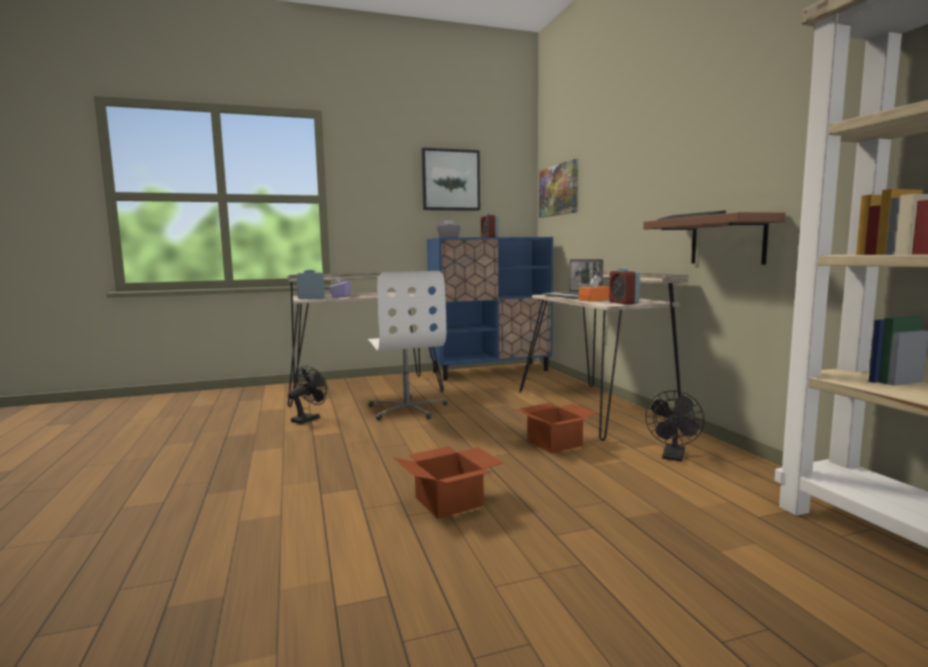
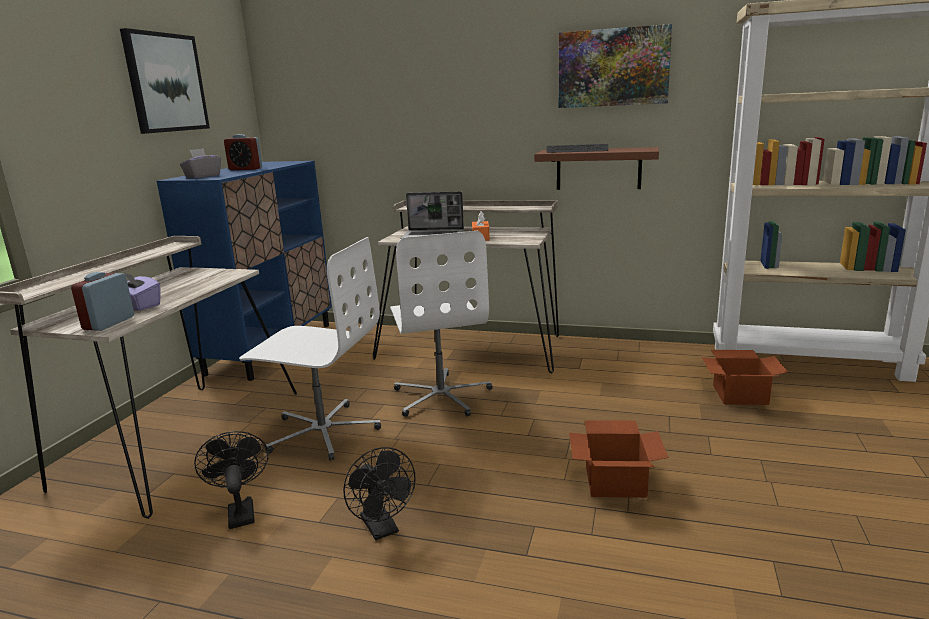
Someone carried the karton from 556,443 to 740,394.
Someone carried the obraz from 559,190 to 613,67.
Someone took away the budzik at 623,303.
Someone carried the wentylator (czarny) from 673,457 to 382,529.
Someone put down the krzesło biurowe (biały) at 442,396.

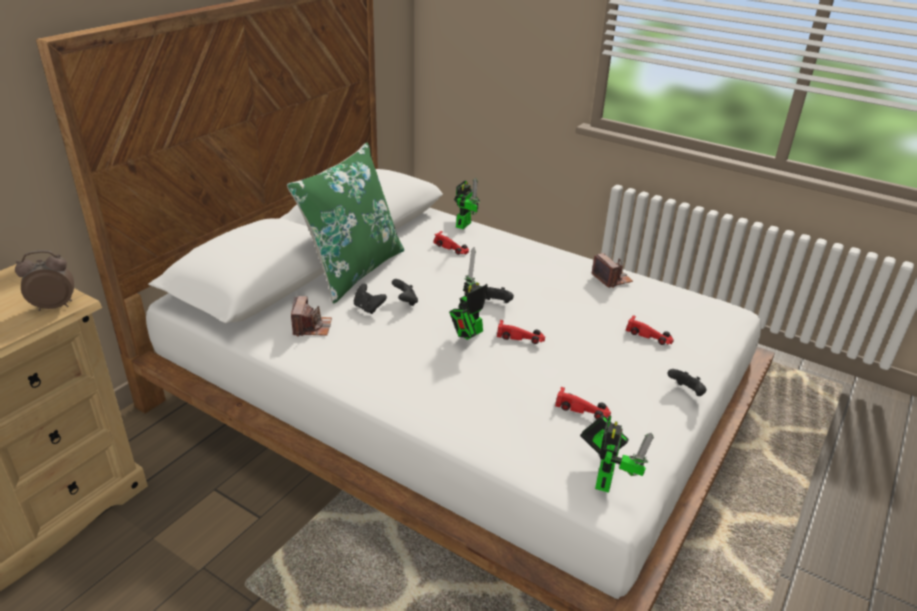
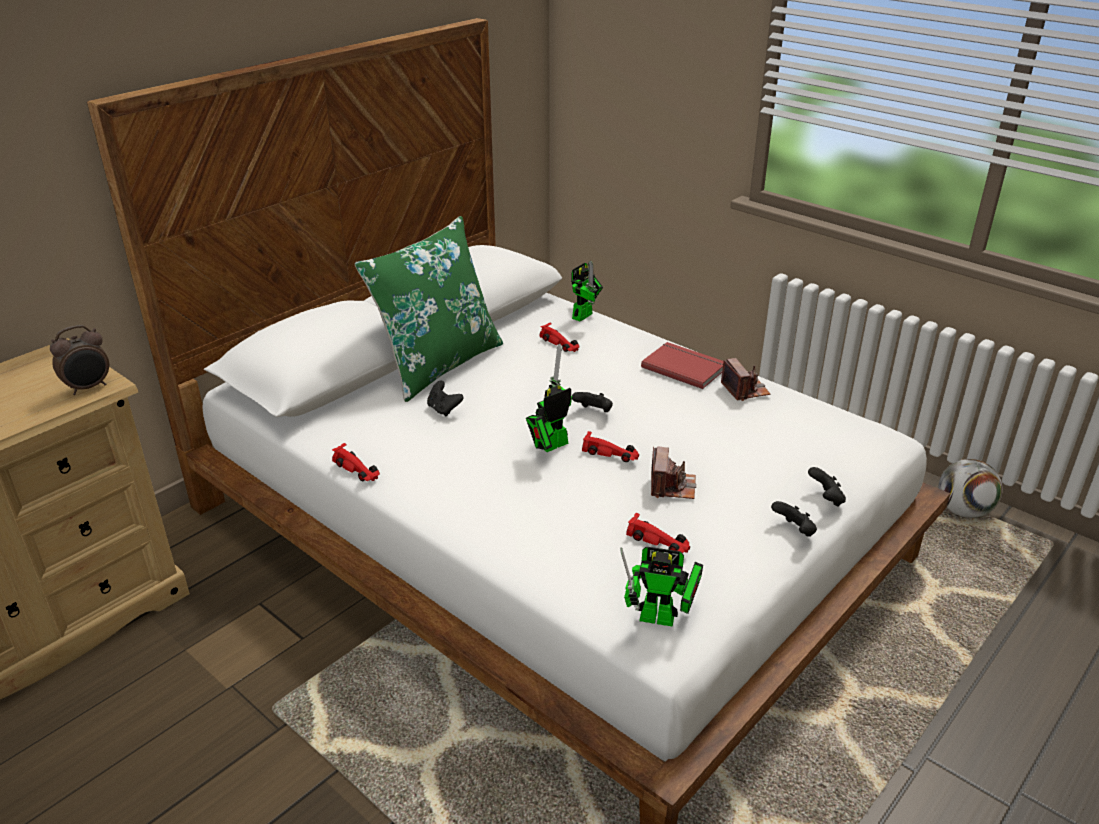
Someone rotated the budzik at 54,306 by 150 degrees clockwise.
Someone carried the aparat fotograficzny from 311,327 to 672,486.
Someone carried the pad do gier (czarny) from 405,301 to 826,499.
Someone rotated the robot zabawkowy at 605,477 by 75 degrees clockwise.
Someone carried the samochodzik (czerwony) from 649,336 to 357,469.
Someone put down the książka (czerwony) at 684,367.
Someone put down the piłka futbolowa at 963,511.

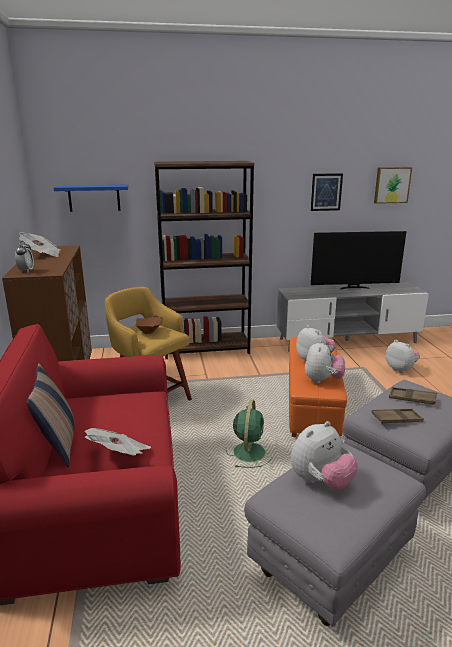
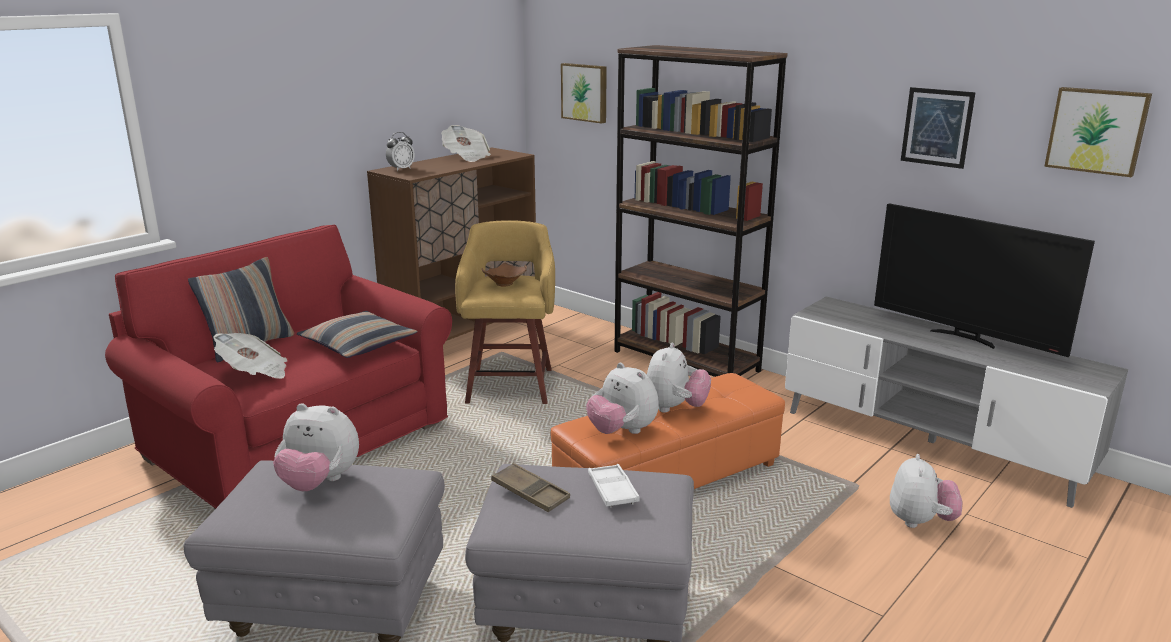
Someone swapped the półka (niebieski) at 94,198 for the obraz at 585,92.
Someone took away the wentylator (zielony) at 249,451.
Someone rotated the pluszak at 323,380 by 75 degrees clockwise.
Someone repainted the taca (brązowy) at 412,398, which became the taca (biały) at 612,490.
Someone put down the poduszka at 358,345.

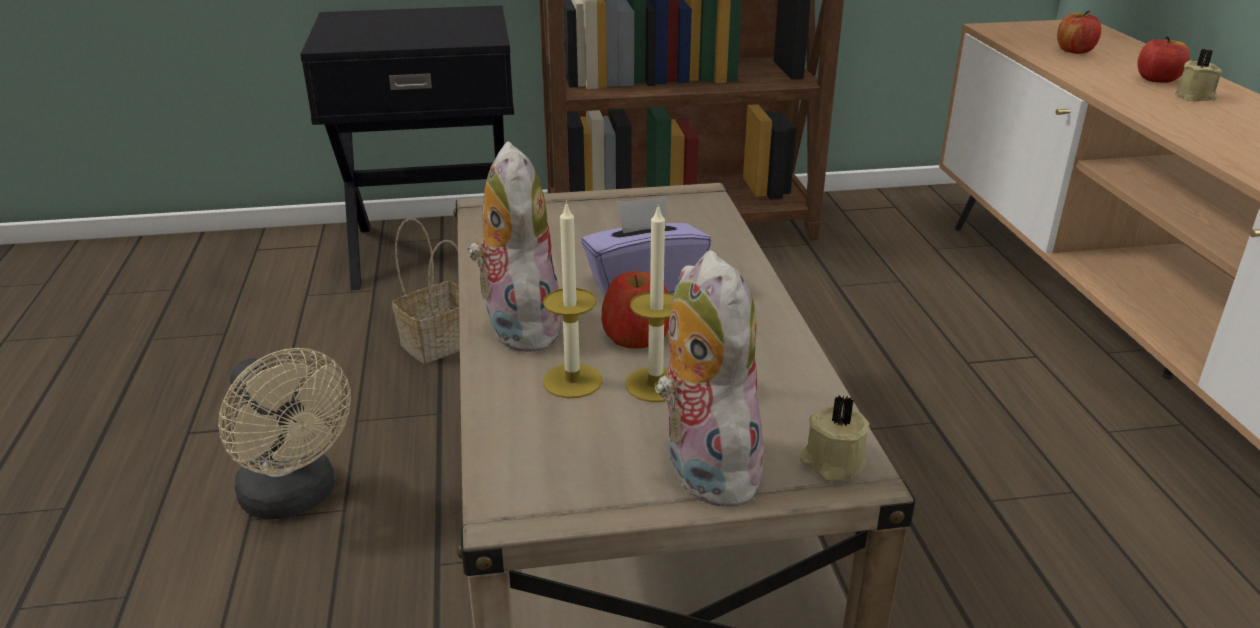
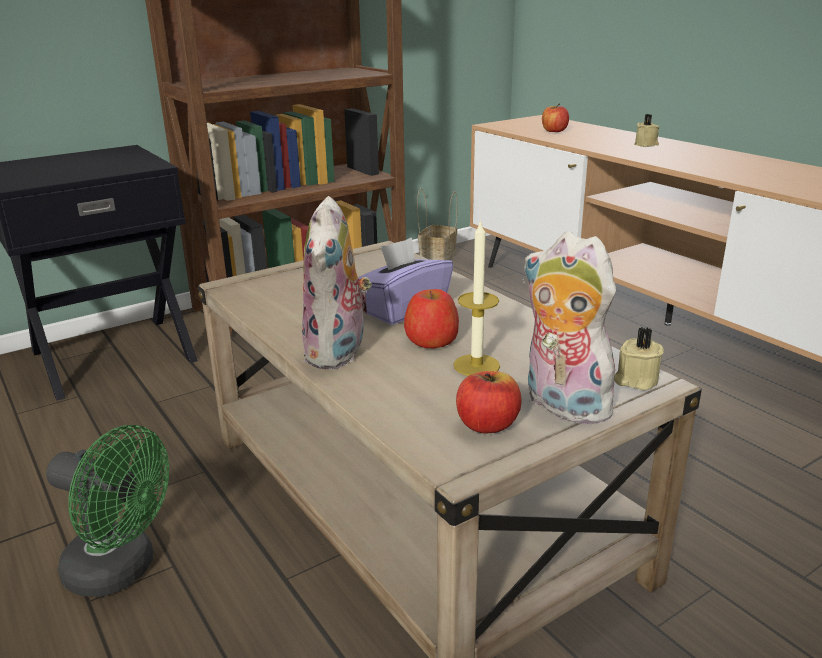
Someone repainted the wentylator (beżowy) at 296,498, which became the wentylator (zielony) at 121,570.
Someone carried the koszyk from 440,341 to 437,256.
Someone rotated the pluszak at 518,326 by 135 degrees counterclockwise.
Someone took away the świeca at 572,381.
Someone carried the jabłko from 1157,80 to 487,425.

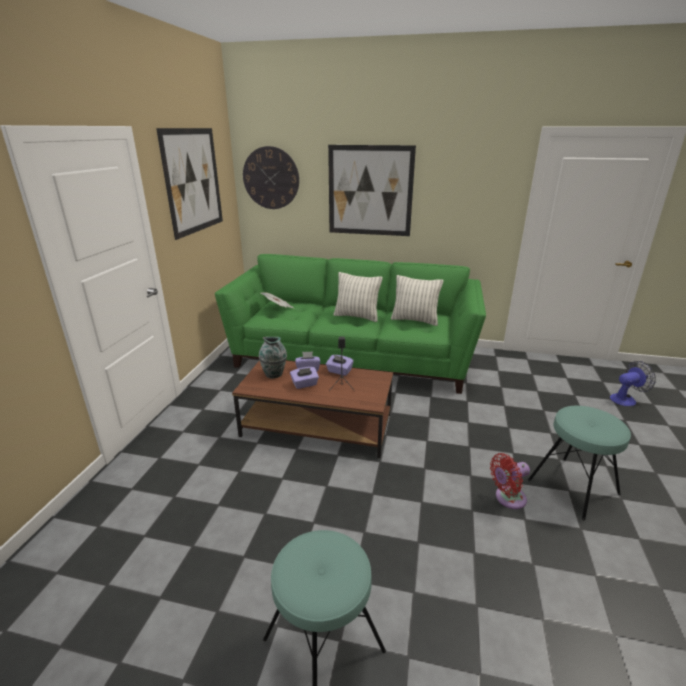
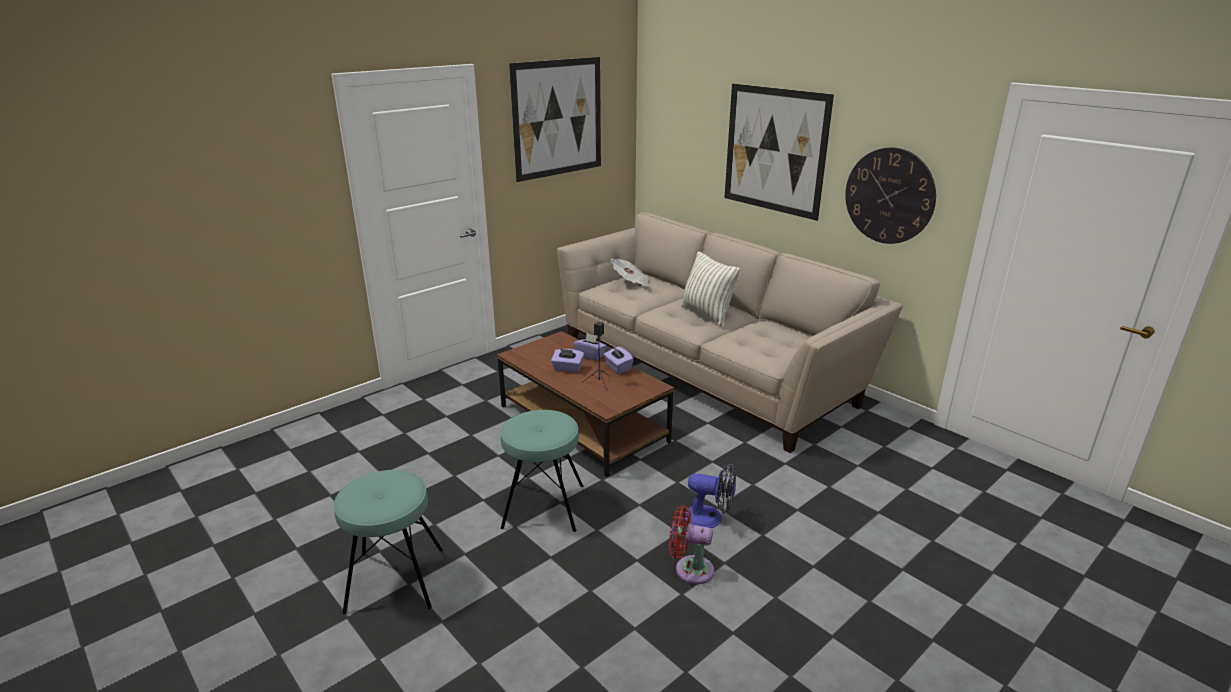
Someone repainted the kanapa (zielony) at 352,356, which became the kanapa (beżowy) at 707,368.
Someone carried the zegar ścienny from 271,178 to 889,196.
Someone took away the wazon at 274,374.
Someone took away the poduszka at 415,320.
Someone carried the stołek (turkusowy) from 573,487 to 543,506.
Someone carried the wentylator from 626,399 to 710,518.

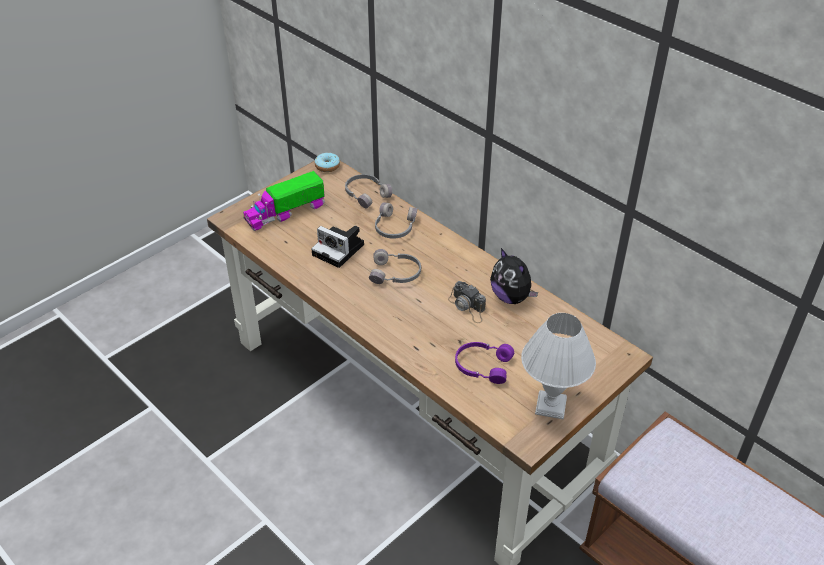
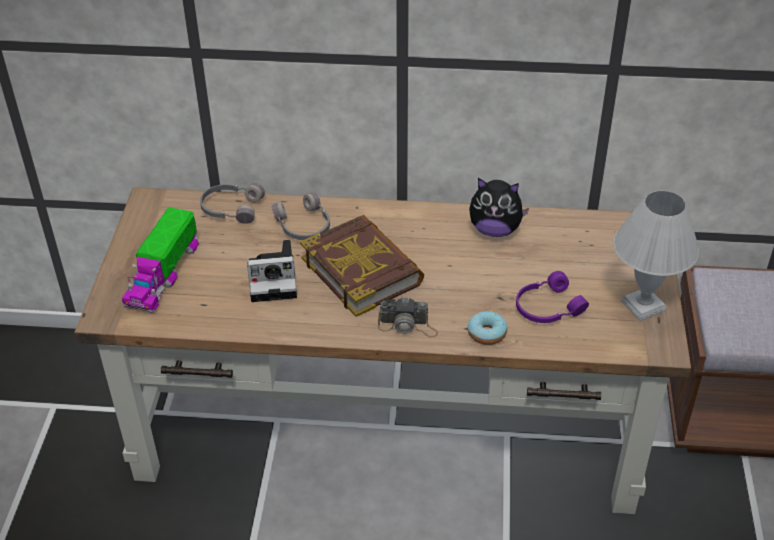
Someone carried the donut from 327,166 to 486,333.
Someone swapped the słuchawki (szary) at 396,274 for the książka at 362,270.
Someone carried the aparat fotograficzny from 467,307 to 408,326.

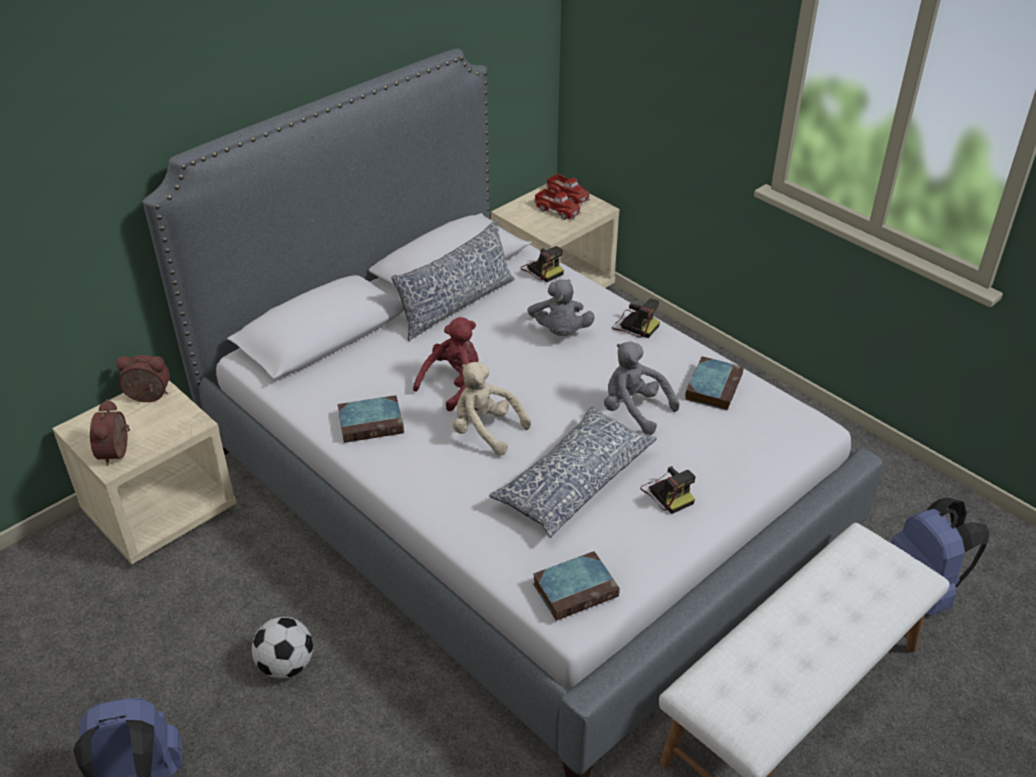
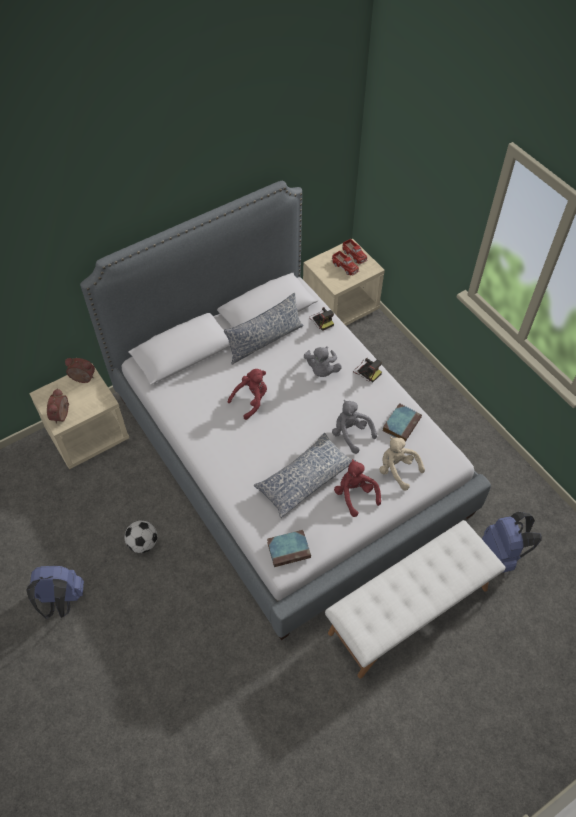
Someone took away the książka at 372,423.
Someone carried the pluszak (beżowy) from 485,430 to 397,470.
Someone swapped the aparat fotograficzny at 667,493 for the pluszak (czerwony) at 355,494.

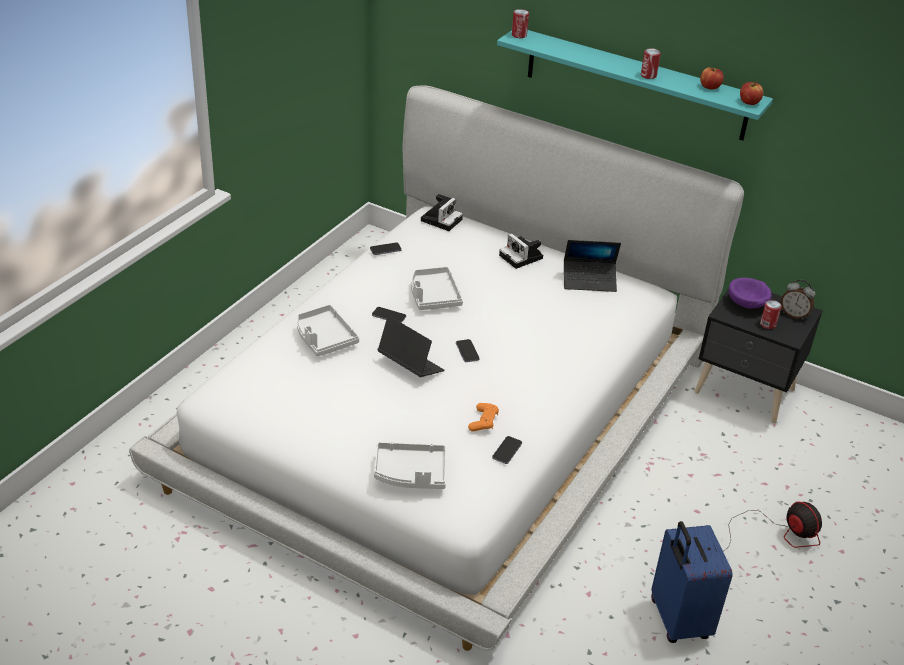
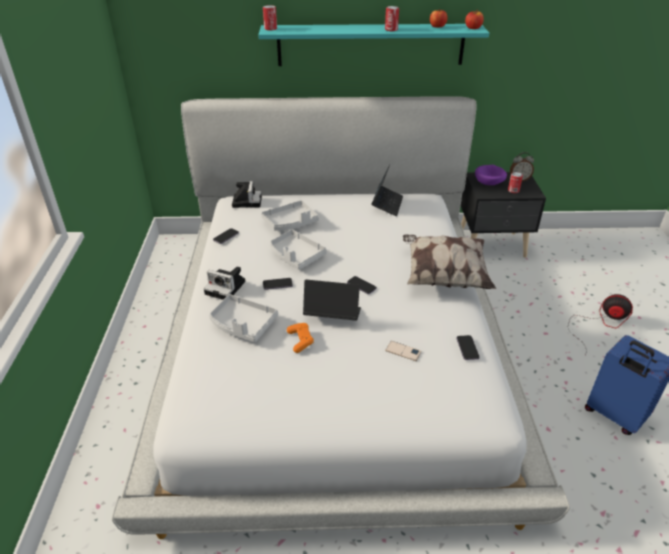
Someone carried the taca (szary) from 410,473 to 290,223.
Someone carried the pad do gier (pomarańczowy) from 483,422 to 300,340.
Someone carried the aparat fotograficzny from 522,257 to 227,288.
Someone rotated the laptop at 589,281 by 45 degrees counterclockwise.
Someone put down the telefon at 403,351.
Someone put down the poduszka at 444,276.

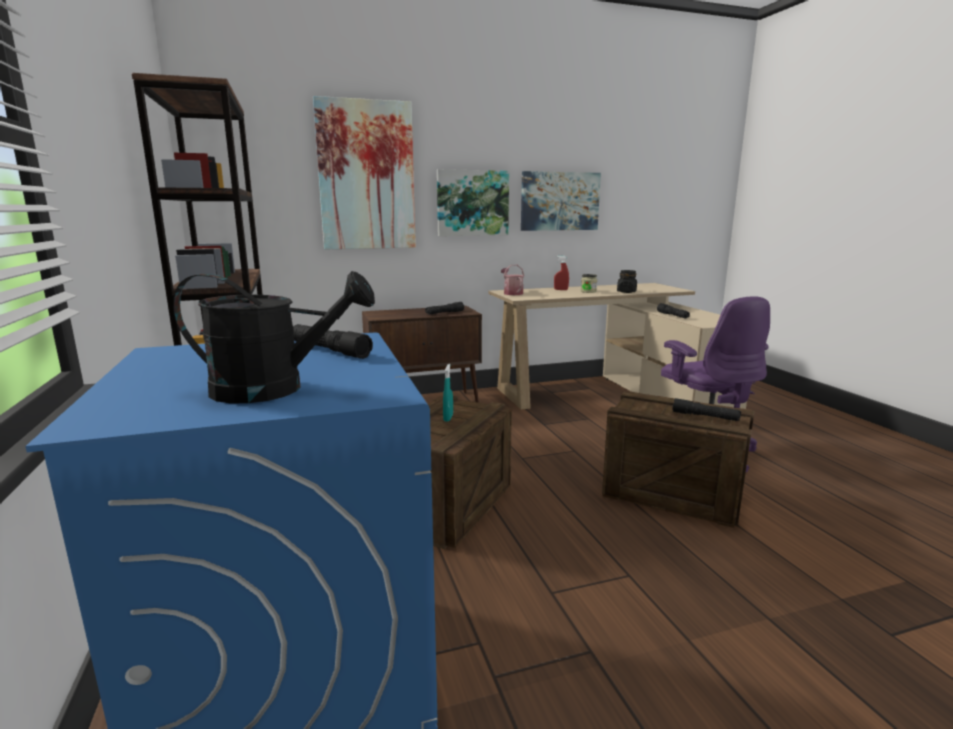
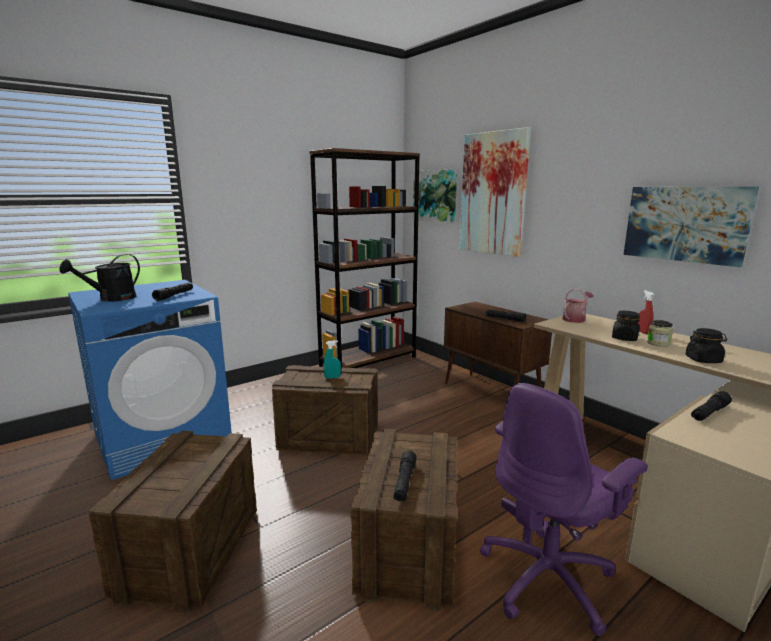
Someone rotated the konewka (czarny) at 274,389 by 60 degrees clockwise.
Someone carried the obraz from 472,203 to 435,196.
Someone put down the skrzynka at 190,552.
Someone put down the słoik (czarny) at 624,338.

